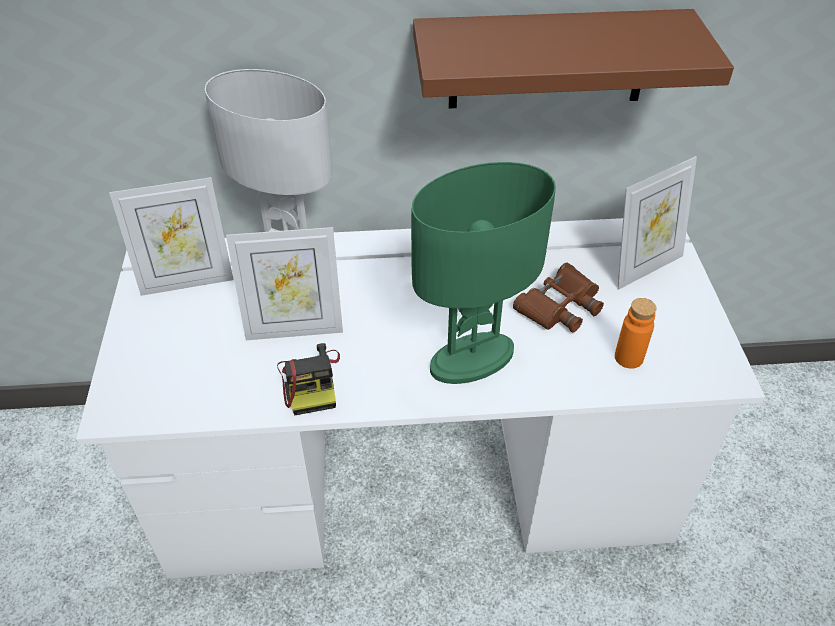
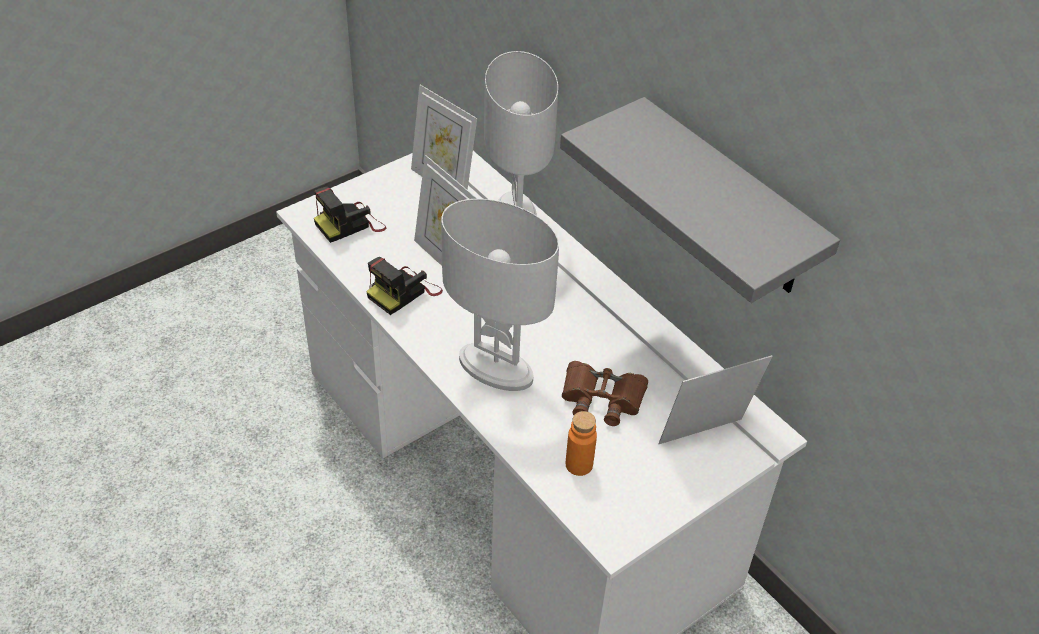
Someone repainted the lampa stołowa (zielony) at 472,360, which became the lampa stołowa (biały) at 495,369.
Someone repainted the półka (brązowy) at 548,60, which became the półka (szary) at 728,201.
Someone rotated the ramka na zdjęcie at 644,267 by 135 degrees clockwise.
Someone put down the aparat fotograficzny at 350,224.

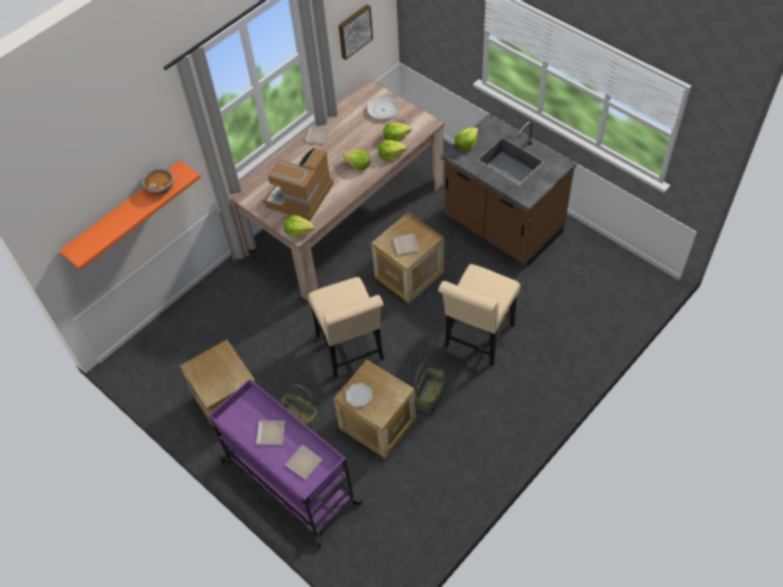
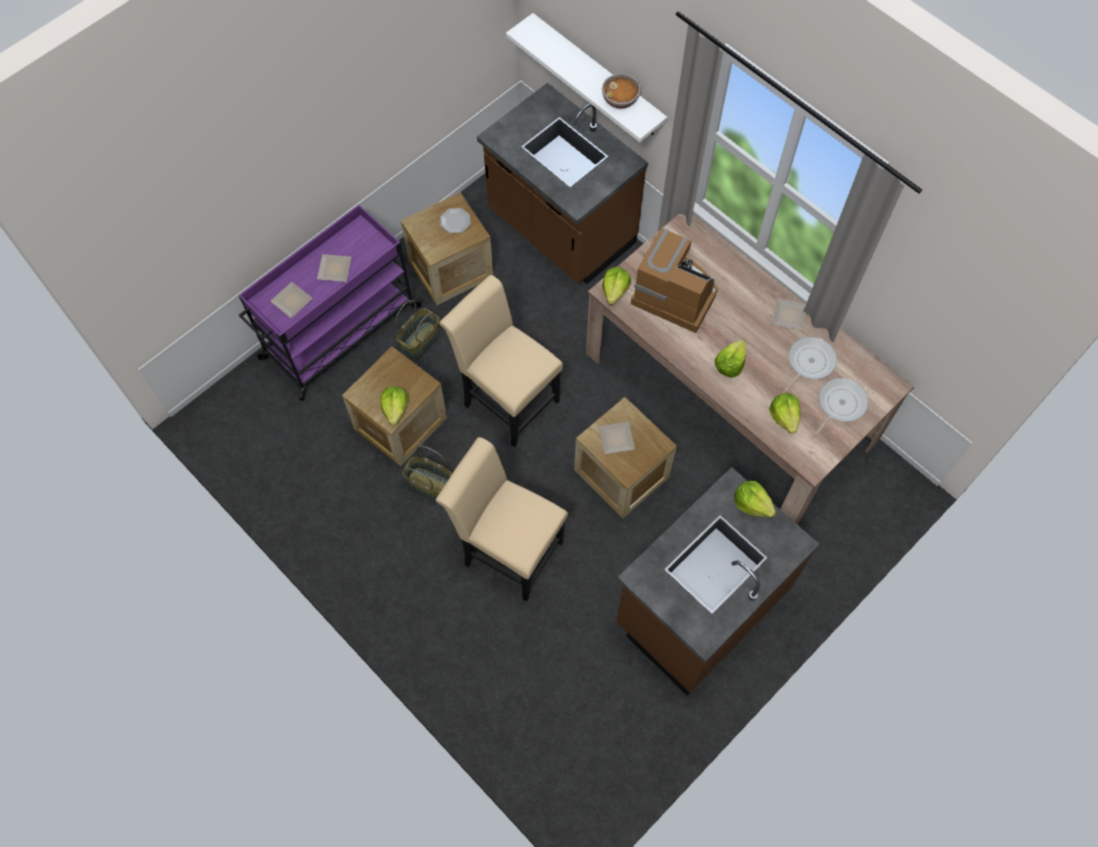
Someone repainted the półka (pomarańczowy) at 125,214, which became the półka (biały) at 597,77.
Someone rotated the krzesło (beżowy) at 351,351 by 60 degrees clockwise.
Someone took away the obraz at 354,31.
Someone carried the talerz from 358,395 to 455,221.
Someone carried the sałata from 390,154 to 395,409.
Someone put down the zabudowa kuchenna (brązowy) at 560,230.
Someone put down the patelnia at 809,363.

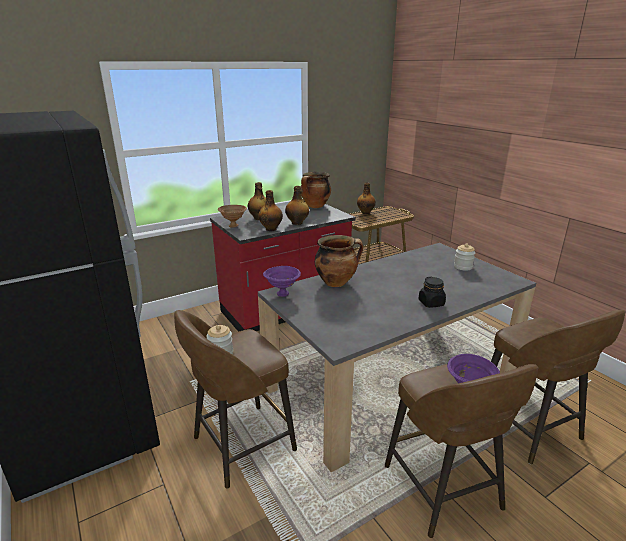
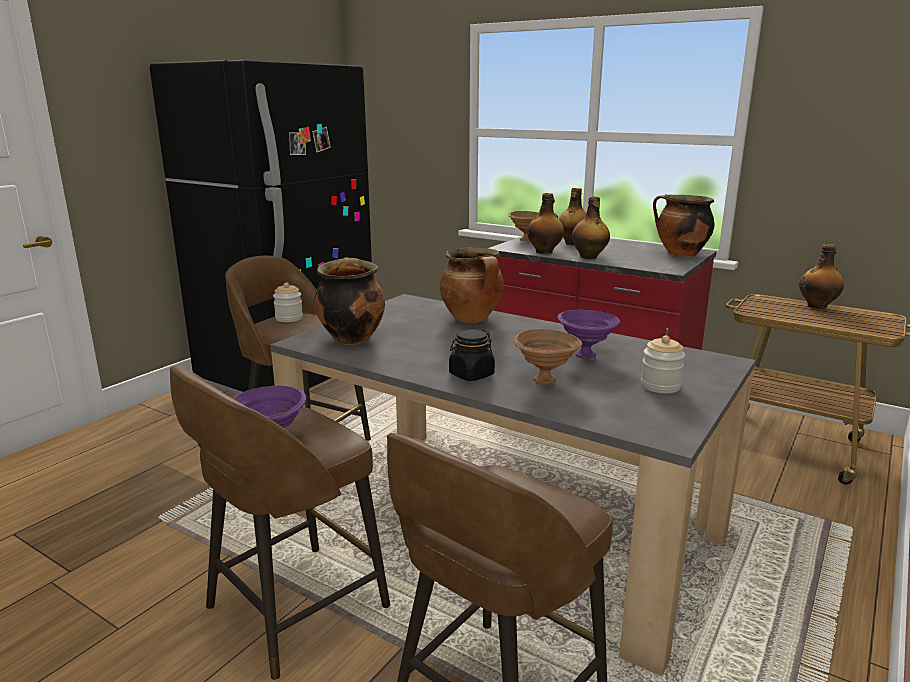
Someone carried the miska (fioletowy) from 281,293 to 585,354.
Someone put down the garnek at 351,338.
Someone put down the miska (brązowy) at 545,379.

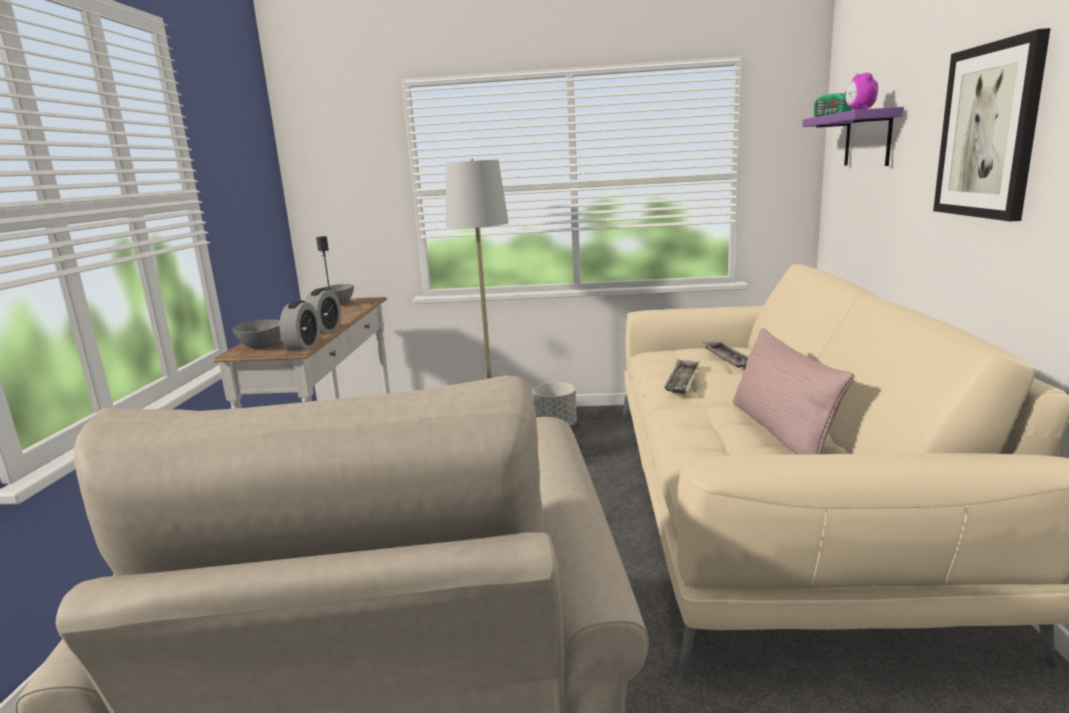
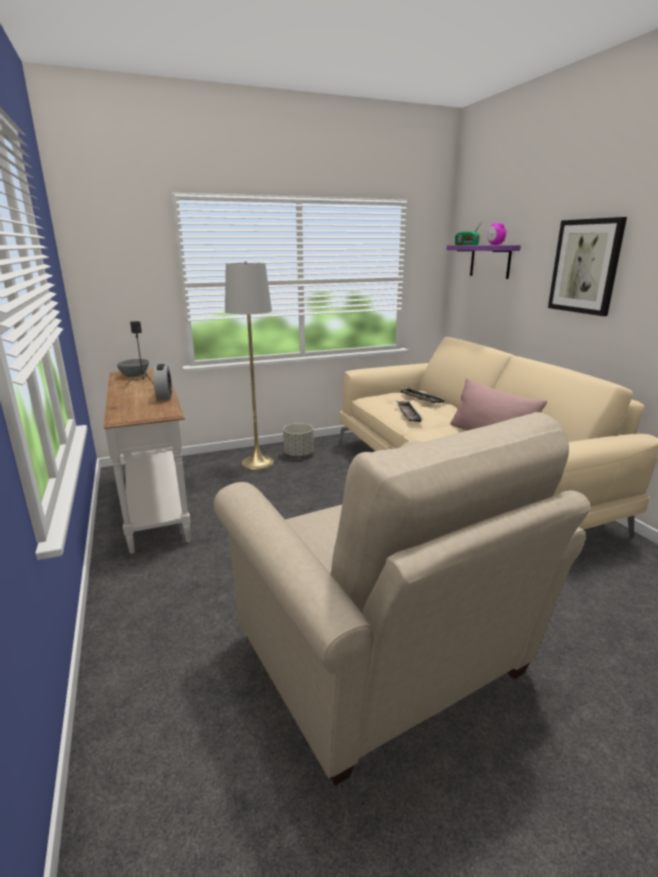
Someone took away the miska (szary) at 262,346.
Someone took away the budzik at 303,346.

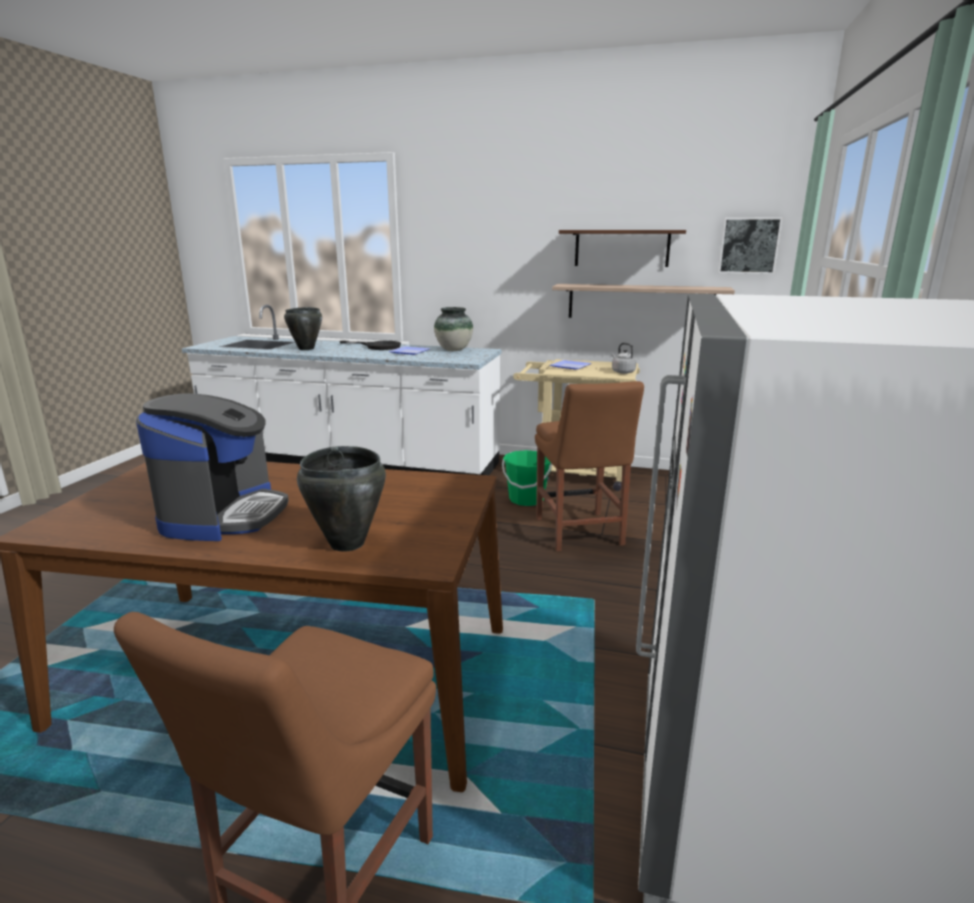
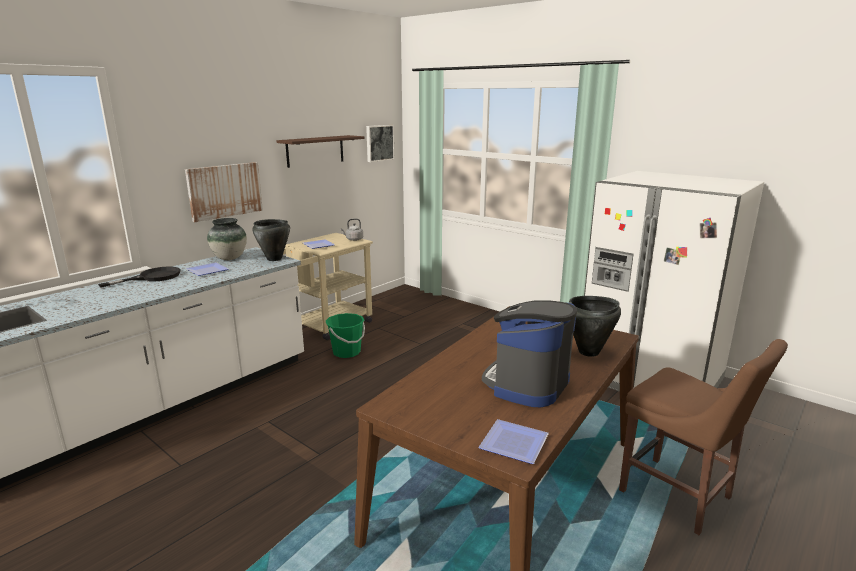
Someone rotated the ekspres do kawy at 224,515 by 90 degrees counterclockwise.
Someone carried the garnek (czarny) from 306,349 to 274,259.
Someone took away the krzesło (brązowy) at 579,533.
Someone took away the półka at 640,302.
Someone put up the obraz at 225,190.
Someone put down the talerz at 516,443.

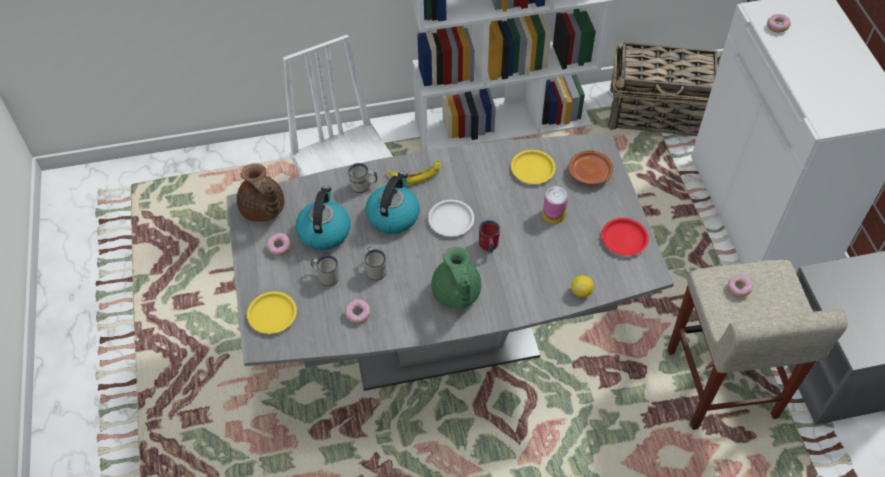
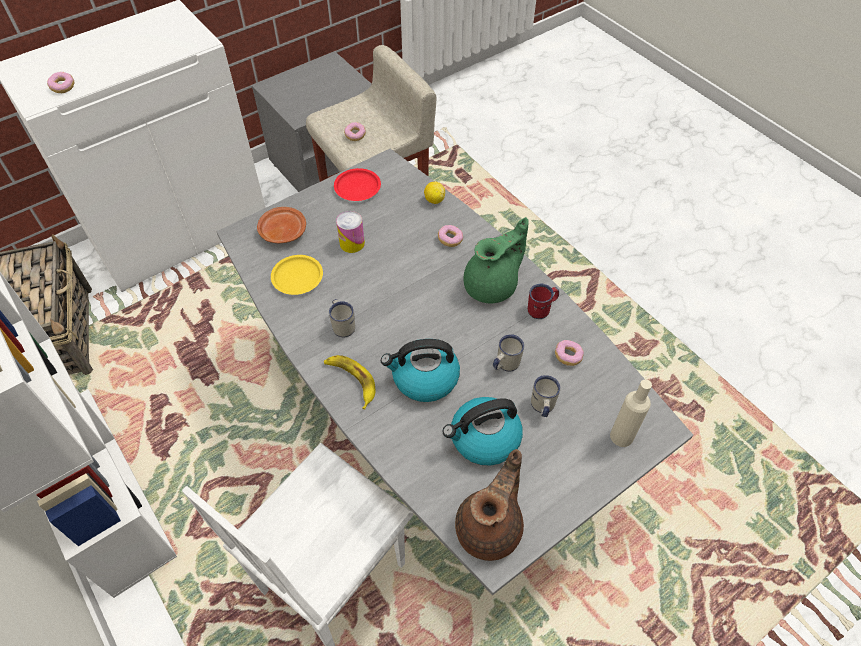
Someone swapped the talerz (żółty) at 272,314 for the butelka (beżowy) at 621,436.
Someone carried the donut from 279,247 to 450,240.
Someone carried the kubek (biały) from 364,186 to 343,325.
Someone took away the talerz (biały) at 451,220.
Someone carried the kubek (czerwony) from 488,247 to 542,309.

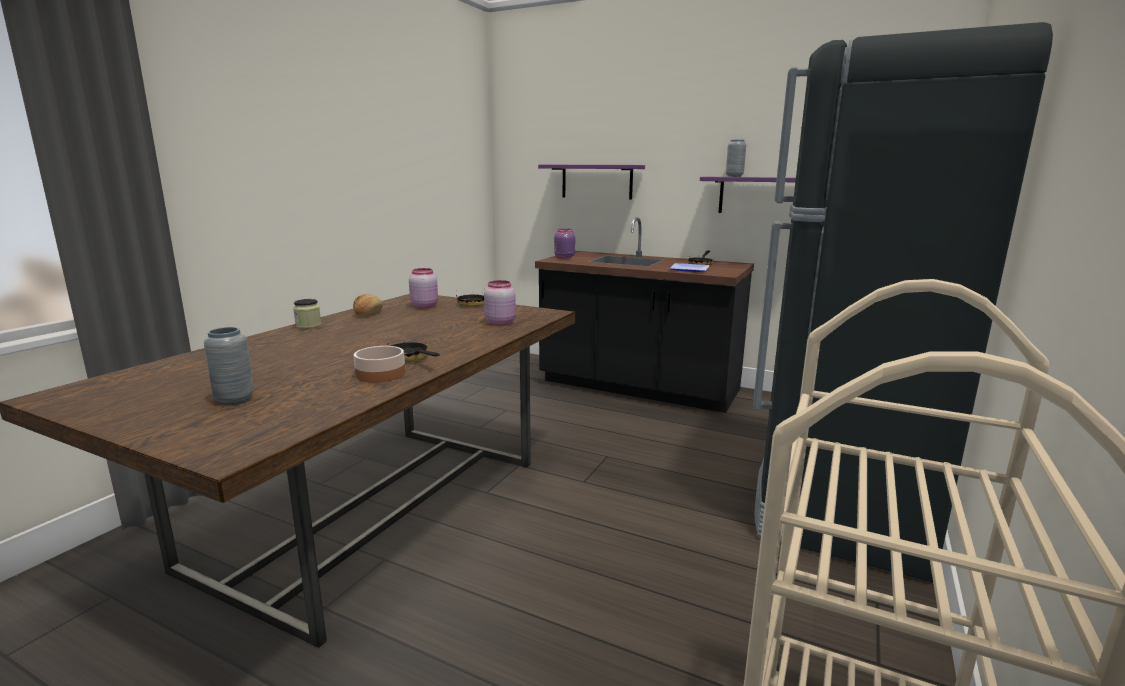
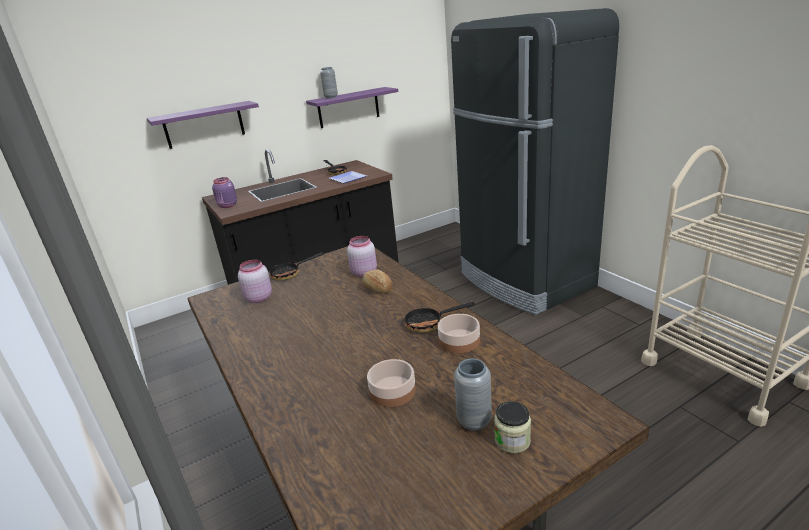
Someone carried the słoik from 308,325 to 512,440.
Someone carried the chleb from 368,314 to 377,289.
Someone put down the miska at 393,391.

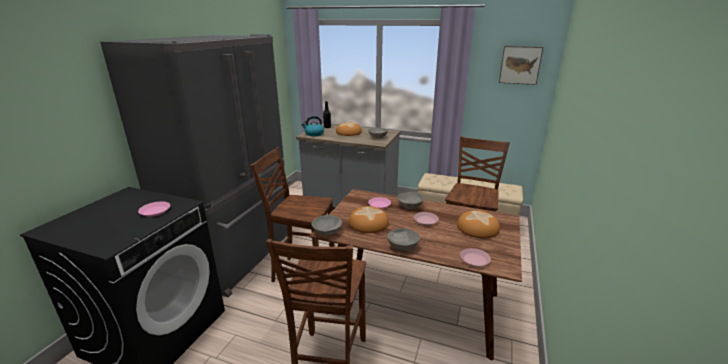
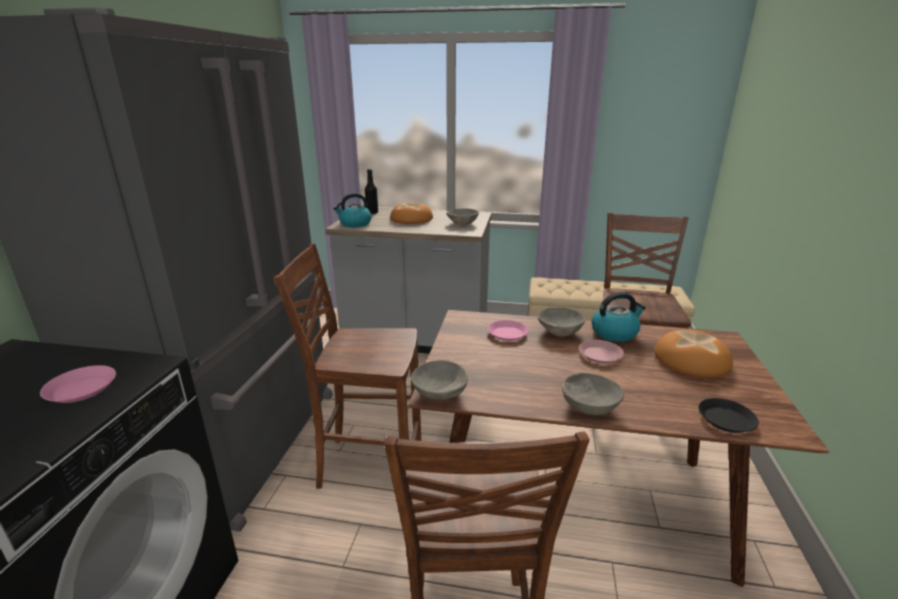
Someone took away the chleb at 369,223.
Someone repainted the talerz (różowy) at 474,259, which became the talerz (czarny) at 726,419.
Someone took away the obraz at 520,65.
Someone put down the czajnik at 615,333.

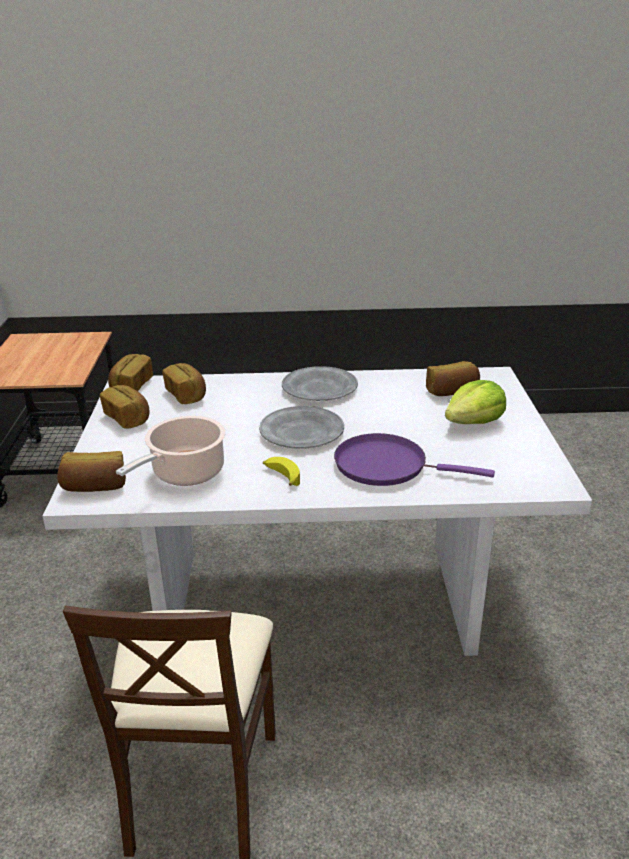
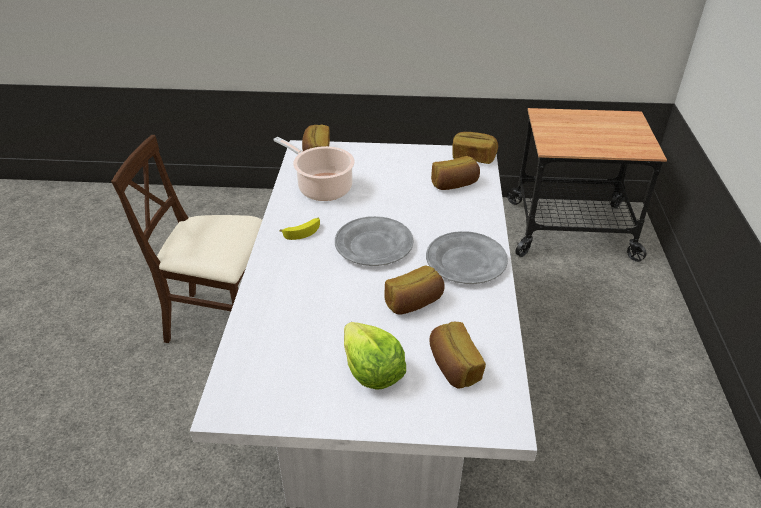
Someone carried the chleb from 128,418 to 414,303.
Someone took away the patelnia (fioletowy) at 387,466.

